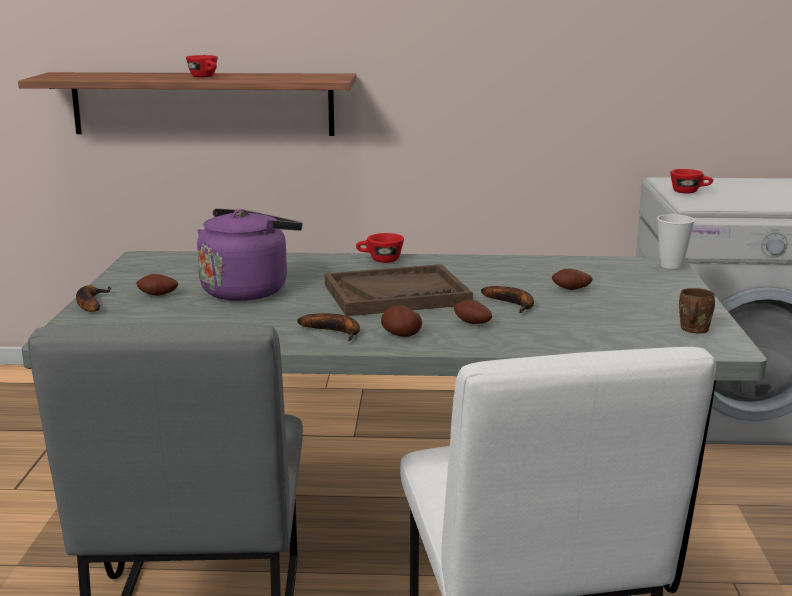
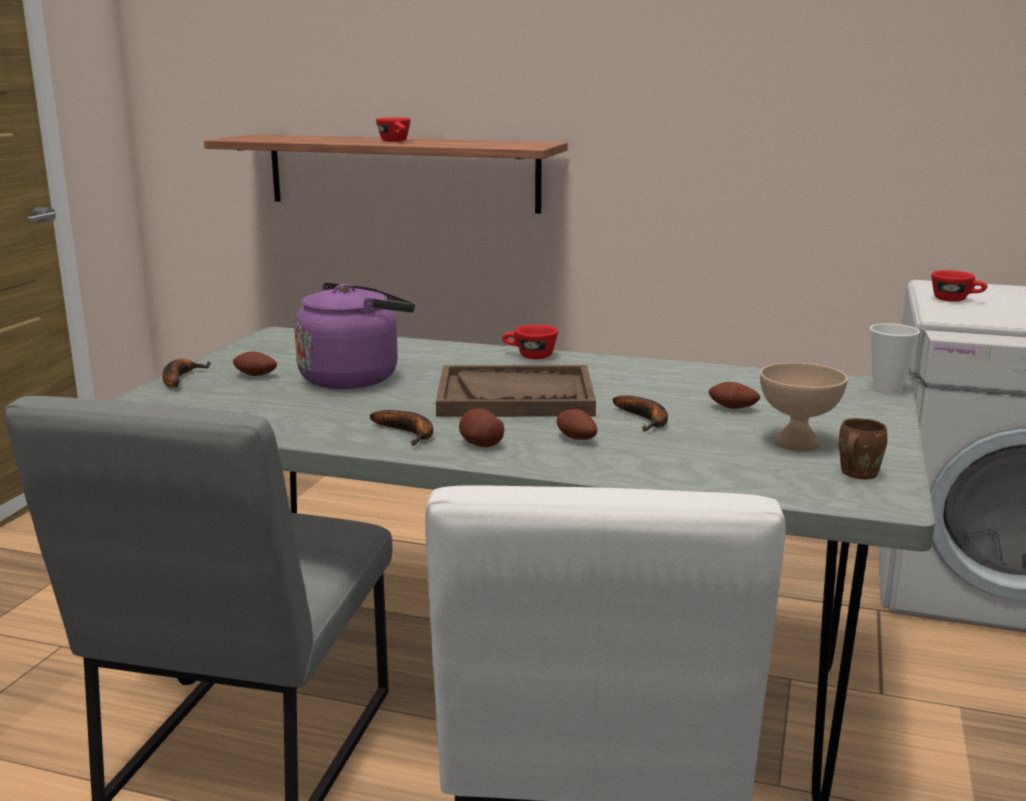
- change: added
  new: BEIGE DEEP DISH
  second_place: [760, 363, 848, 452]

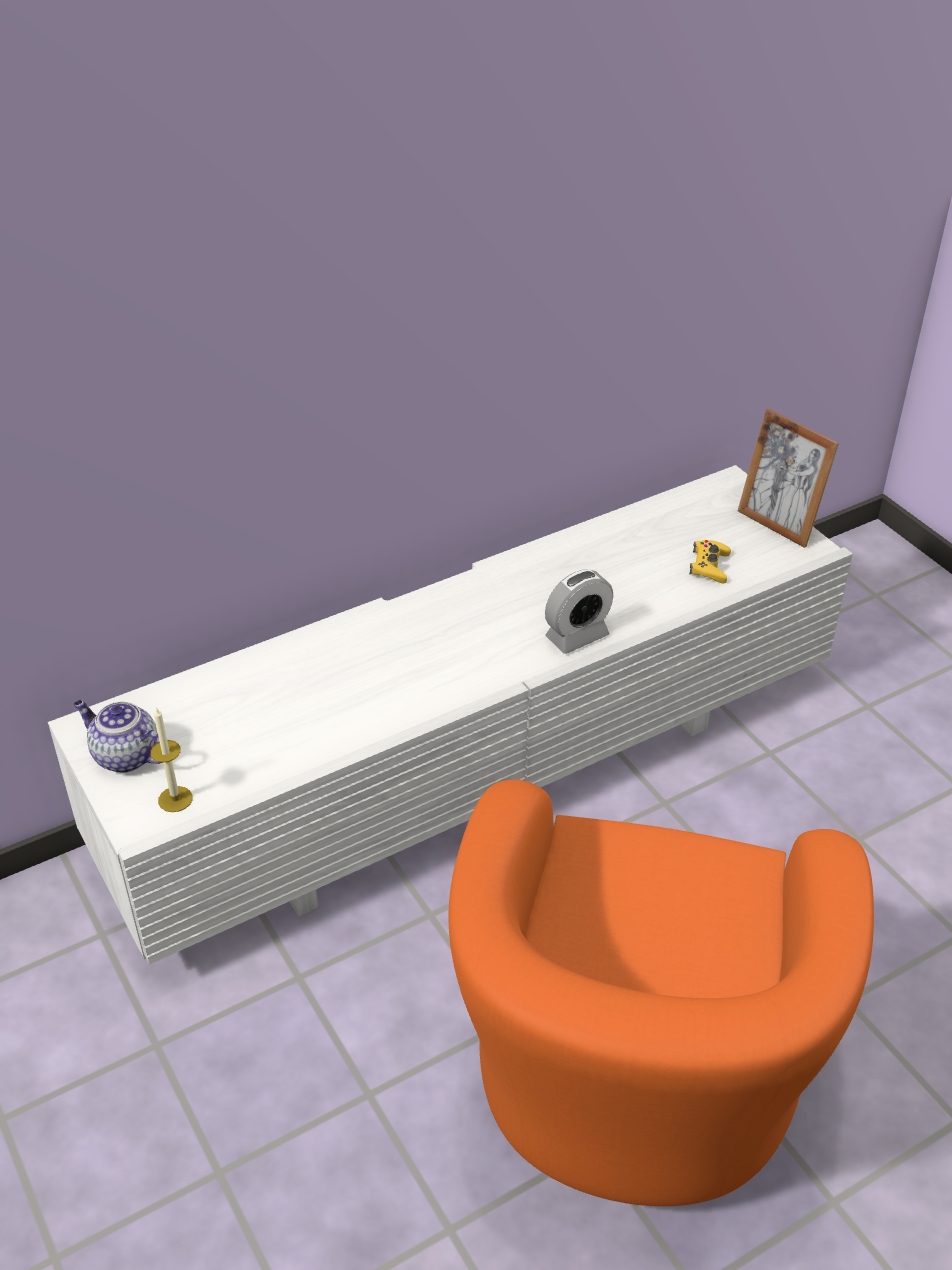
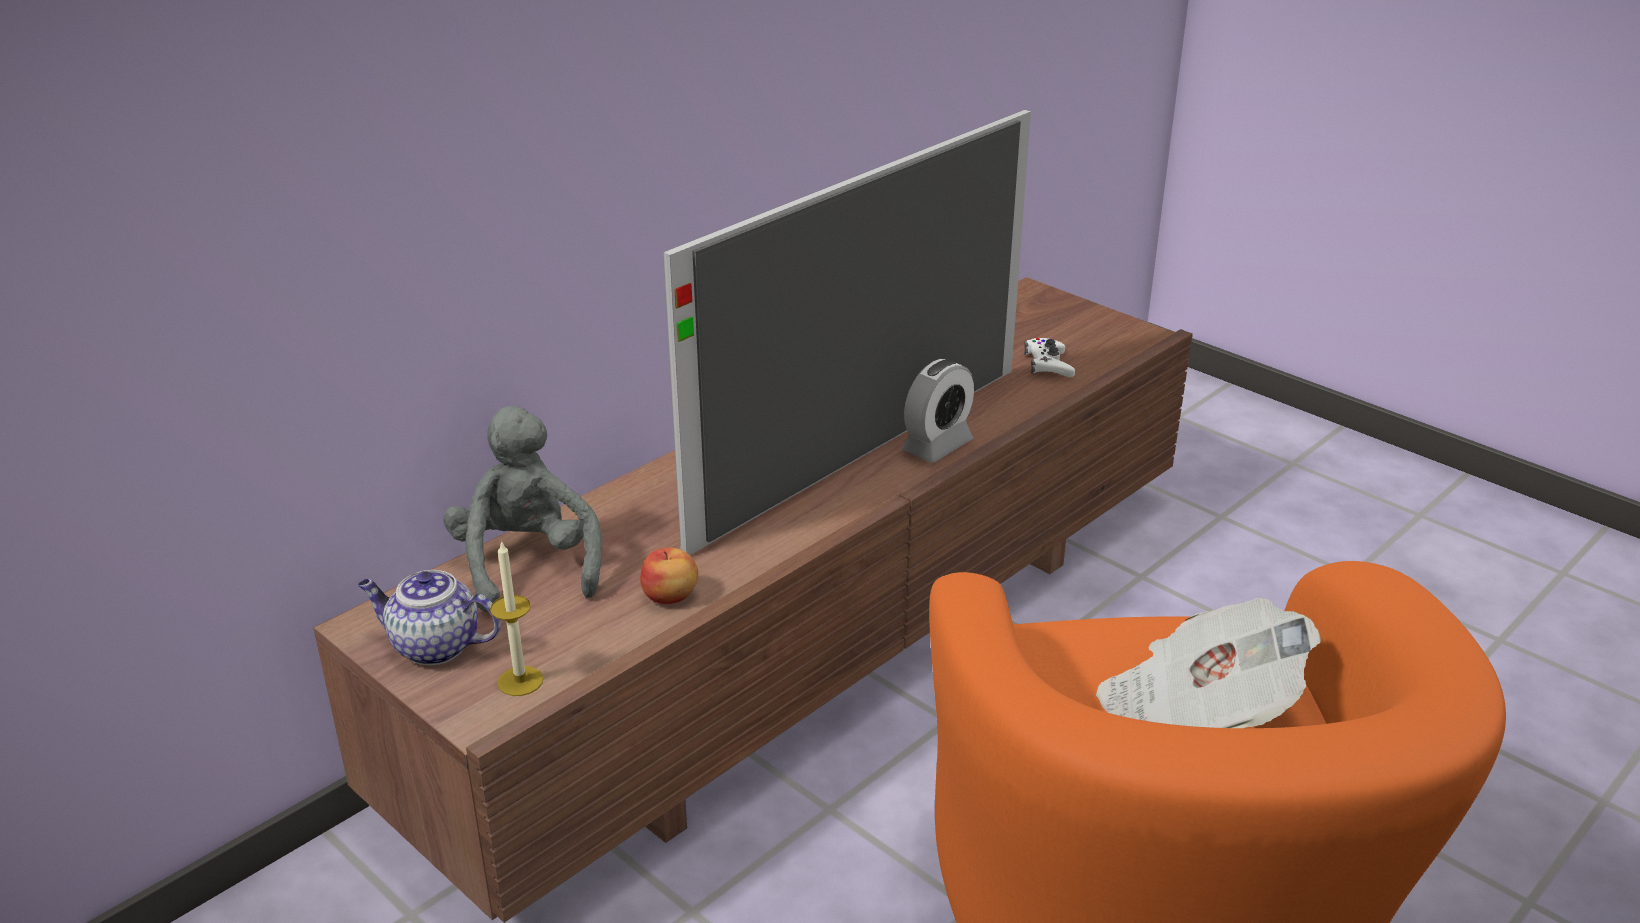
- change: removed
  old: STANDING FRAME
  first_place: [738, 408, 839, 548]
- change: recoloured
  old: WHITISH MEDIA CONSOLE
  new: BROWN-COLOURED MEDIA CONSOLE
  first_place: [48, 465, 853, 965]
  second_place: [313, 277, 1193, 923]
- change: recoloured
  old: YELLOW JOYPAD
  new: WHITISH JOYPAD
  first_place: [689, 540, 731, 583]
  second_place: [1024, 338, 1075, 377]
- change: added
  new: TV
  second_place: [663, 110, 1031, 555]
- change: added
  new: GREY SOFT TOY
  second_place: [443, 406, 602, 612]
- change: added
  new: APPLE
  second_place: [640, 548, 698, 604]
- change: added
  new: DAILY PAPER
  second_place: [1096, 598, 1321, 728]

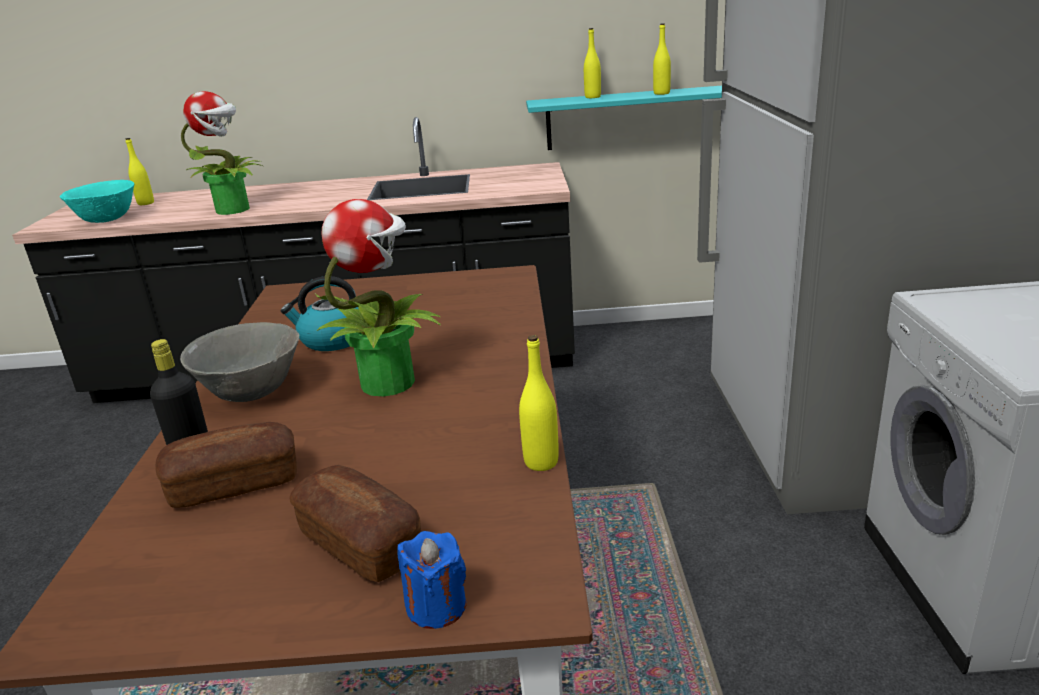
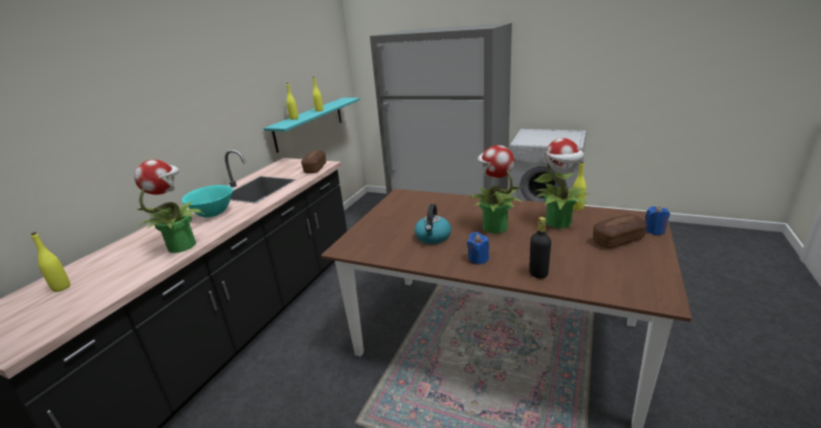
- change: moved
  old: TURQUOISE DEEP DISH
  first_place: [60, 180, 134, 223]
  second_place: [182, 185, 233, 218]
- change: replaced
  old: GREY DEEP DISH
  new: BLUISH WAX CANDLE
  first_place: [180, 322, 299, 402]
  second_place: [467, 232, 489, 265]
- change: moved
  old: BAKERY BREAD
  first_place: [155, 422, 297, 508]
  second_place: [301, 150, 326, 173]
- change: added
  new: POTTED PLANT
  second_place: [533, 138, 589, 228]

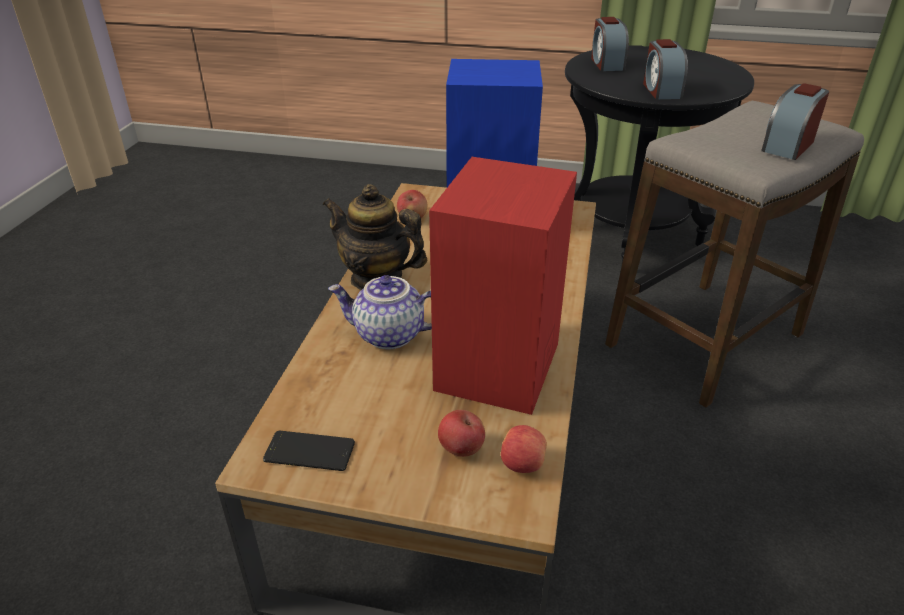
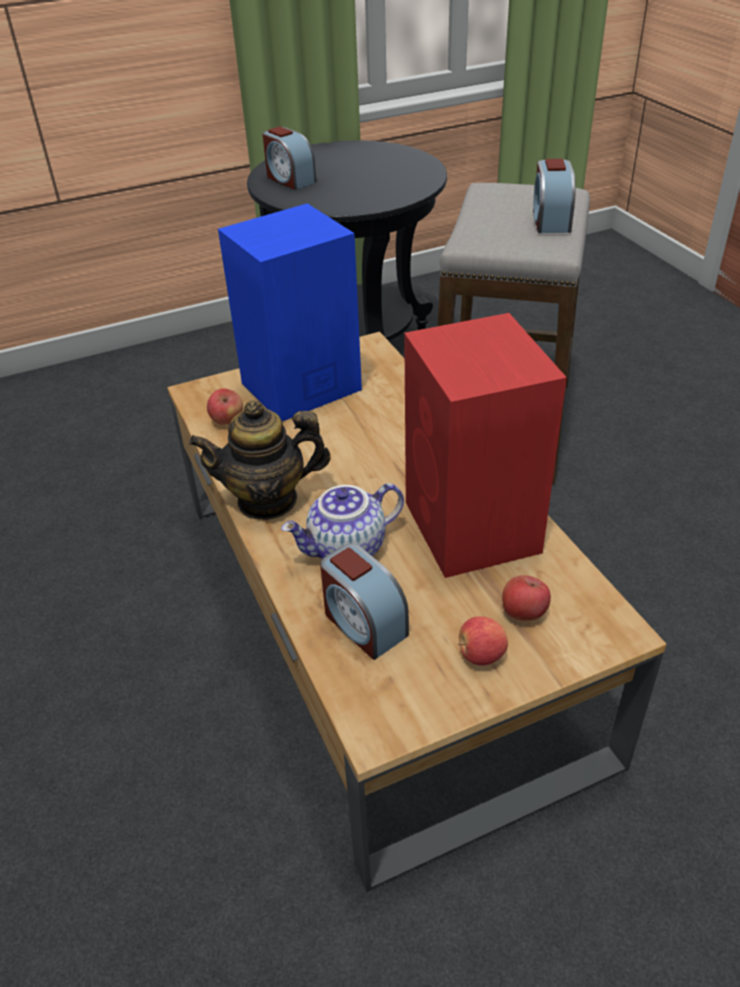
- change: moved
  old: TABLE CLOCK
  first_place: [643, 39, 688, 99]
  second_place: [320, 544, 409, 660]
- change: moved
  old: APPLE
  first_place: [501, 425, 547, 473]
  second_place: [458, 616, 508, 666]
- change: removed
  old: HANDSET
  first_place: [263, 431, 355, 471]

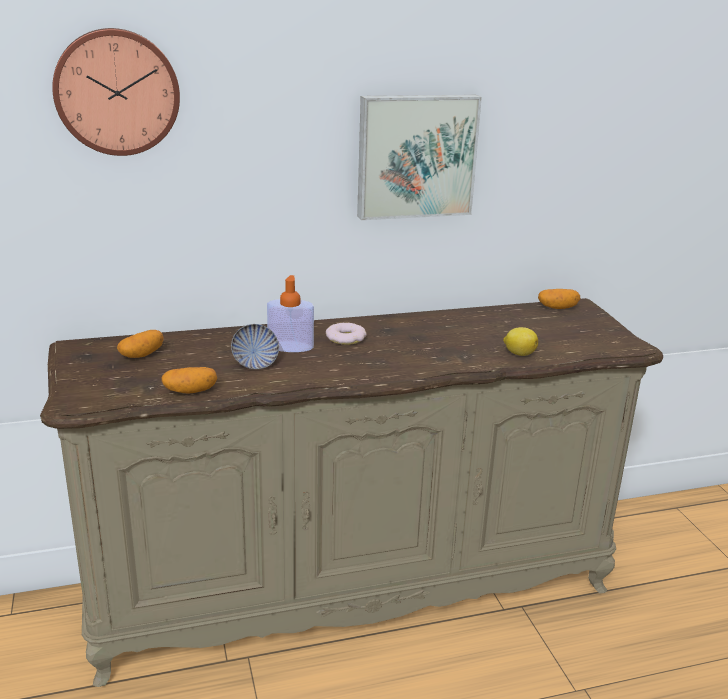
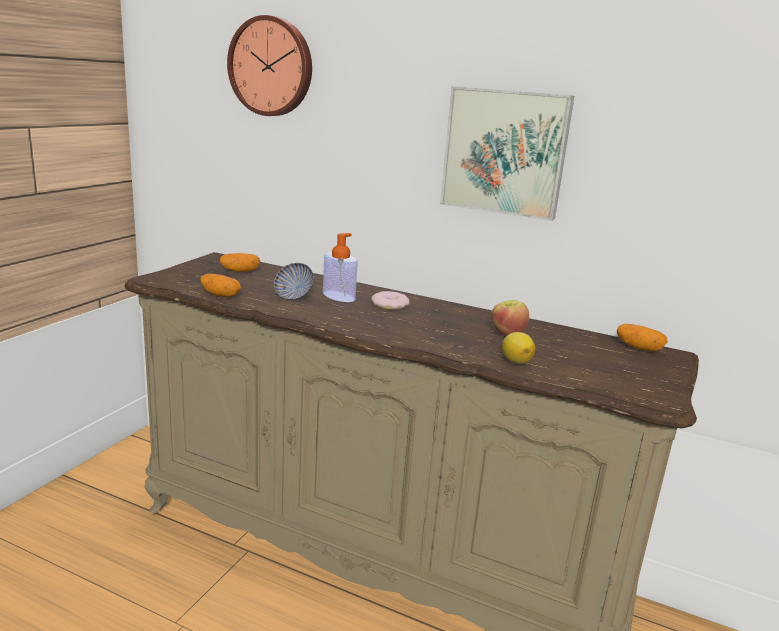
- change: added
  new: APPLE
  second_place: [492, 300, 529, 336]

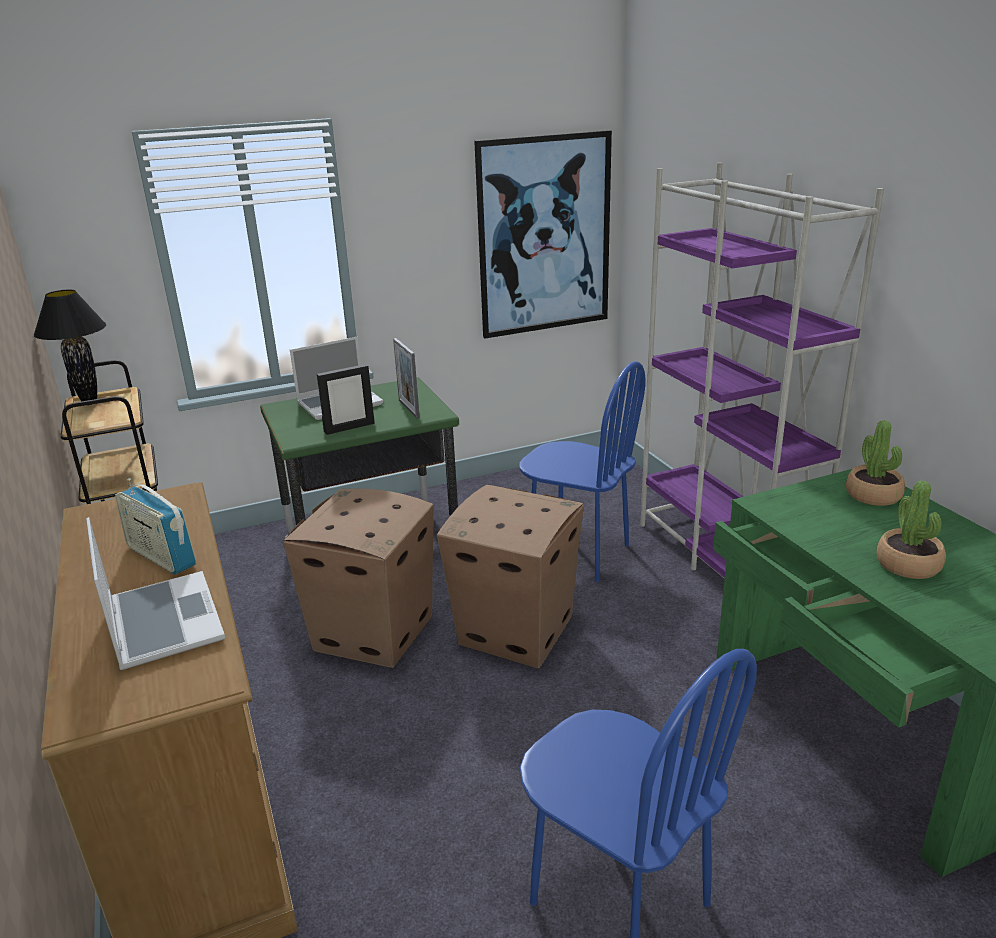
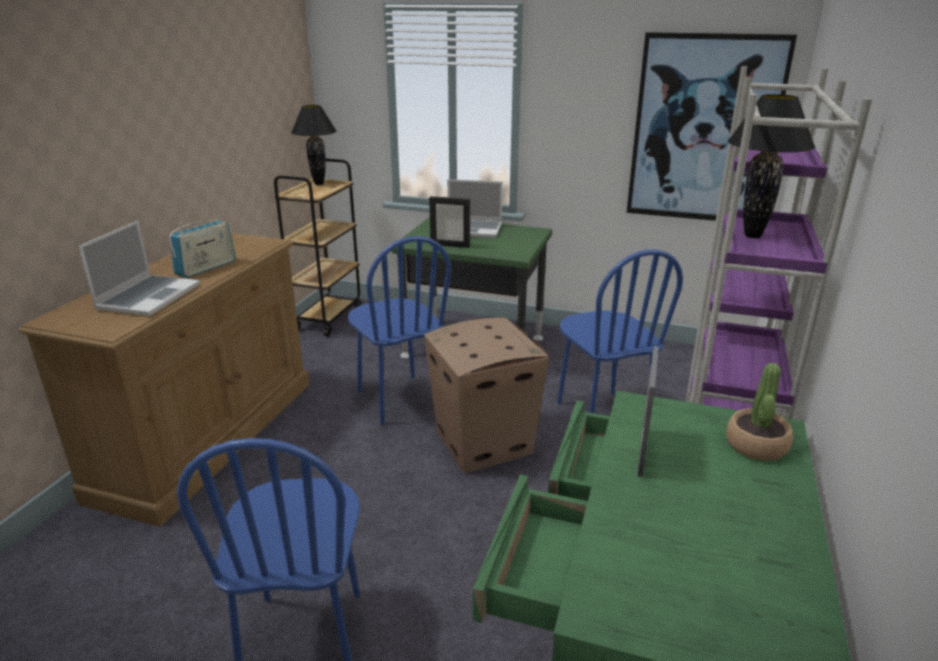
- change: moved
  old: STANDING FRAME
  first_place: [393, 338, 420, 419]
  second_place: [637, 346, 659, 477]
- change: turned
  old: RADIO
  first_place: [115, 478, 196, 575]
  second_place: [169, 220, 236, 278]
  degrees: -135
- change: removed
  old: POTTED PLANT
  first_place: [876, 481, 946, 579]
- change: replaced
  old: CARTON
  new: BLUISH CHAIR
  first_place: [283, 489, 434, 668]
  second_place: [348, 236, 451, 425]
- change: added
  new: BLACK-COLOURED LAMP FOR A TABLE
  second_place: [728, 94, 815, 238]

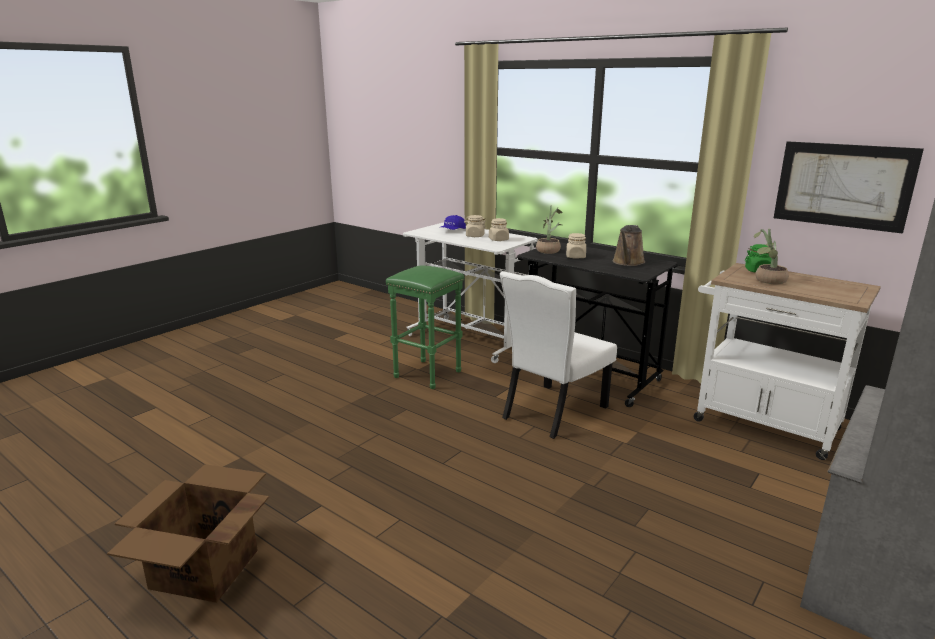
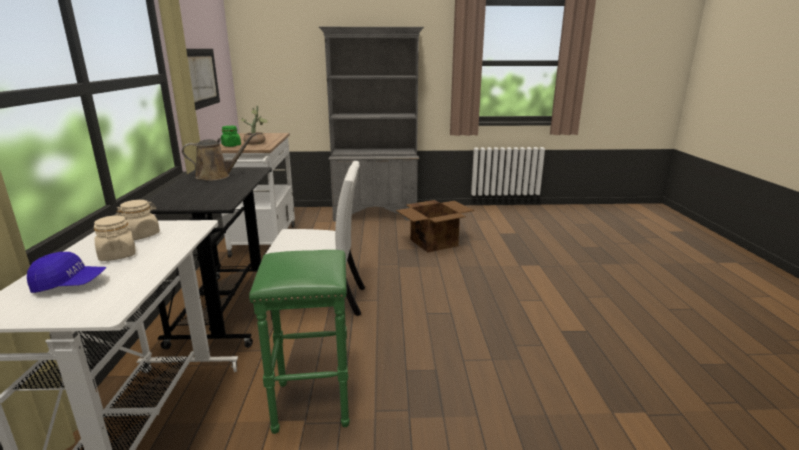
- change: removed
  old: POTTED PLANT
  first_place: [536, 206, 562, 254]
- change: removed
  old: BEIGE JAR
  first_place: [566, 233, 586, 259]
- change: moved
  old: CARTON
  first_place: [107, 464, 269, 603]
  second_place: [396, 200, 474, 252]

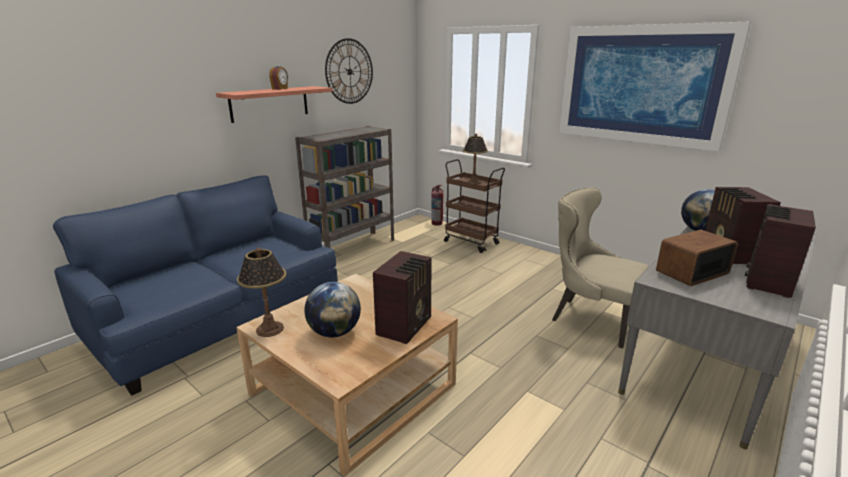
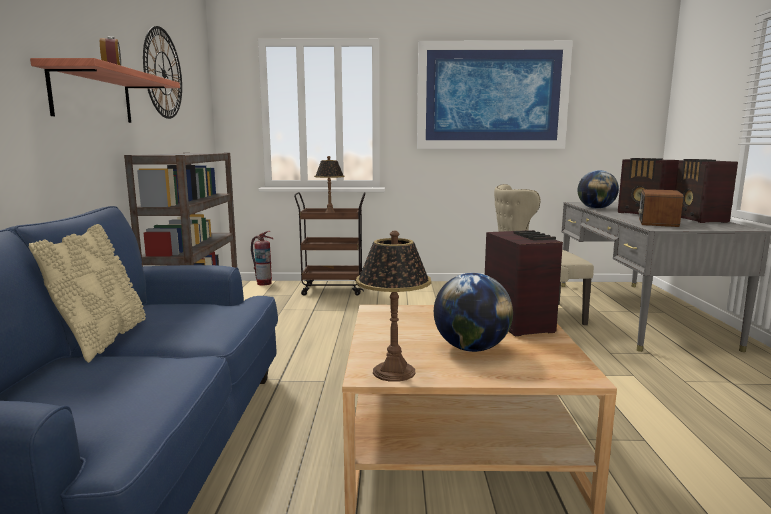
- change: added
  new: BEIGE PILLOW
  second_place: [29, 224, 146, 363]

